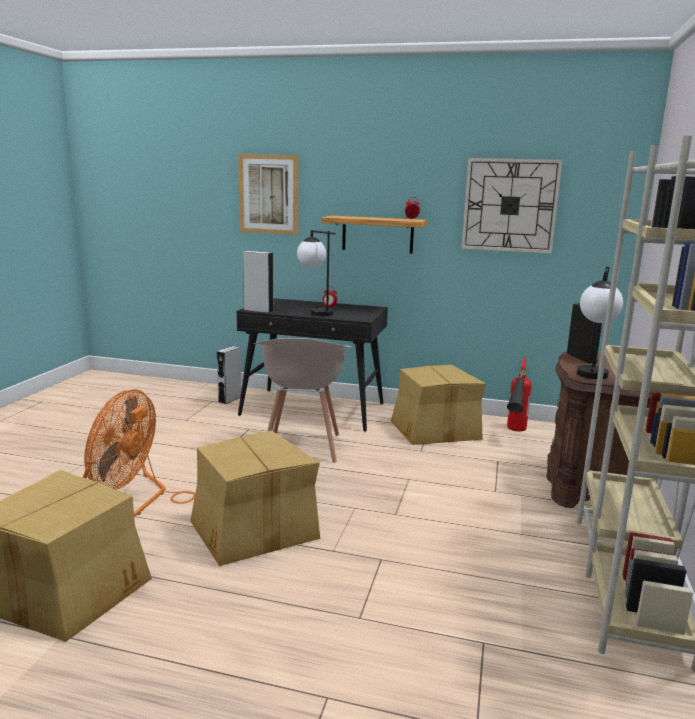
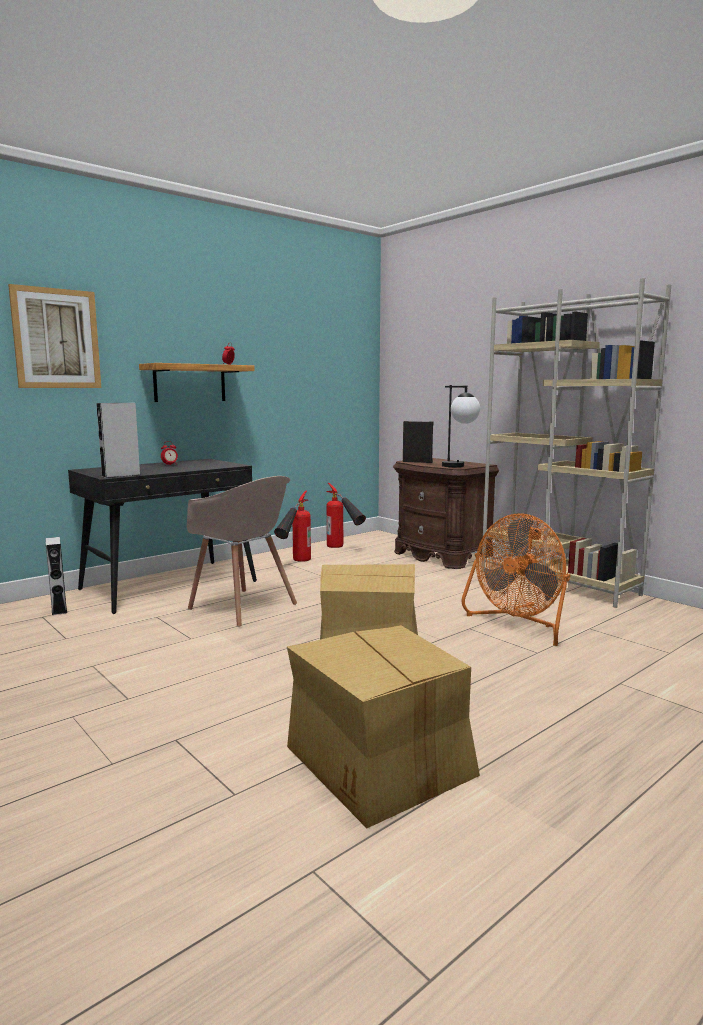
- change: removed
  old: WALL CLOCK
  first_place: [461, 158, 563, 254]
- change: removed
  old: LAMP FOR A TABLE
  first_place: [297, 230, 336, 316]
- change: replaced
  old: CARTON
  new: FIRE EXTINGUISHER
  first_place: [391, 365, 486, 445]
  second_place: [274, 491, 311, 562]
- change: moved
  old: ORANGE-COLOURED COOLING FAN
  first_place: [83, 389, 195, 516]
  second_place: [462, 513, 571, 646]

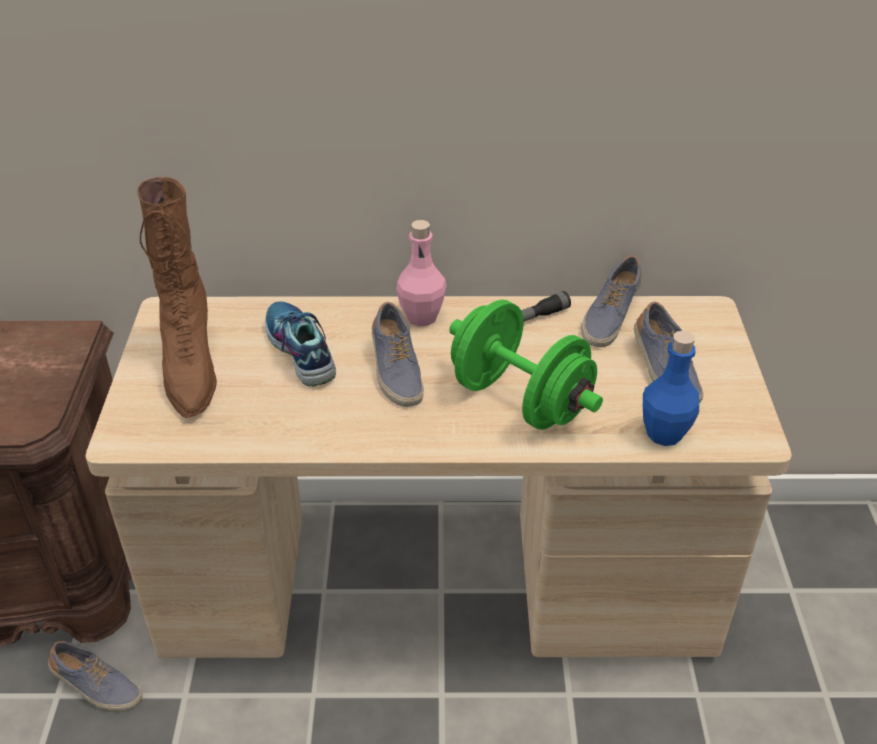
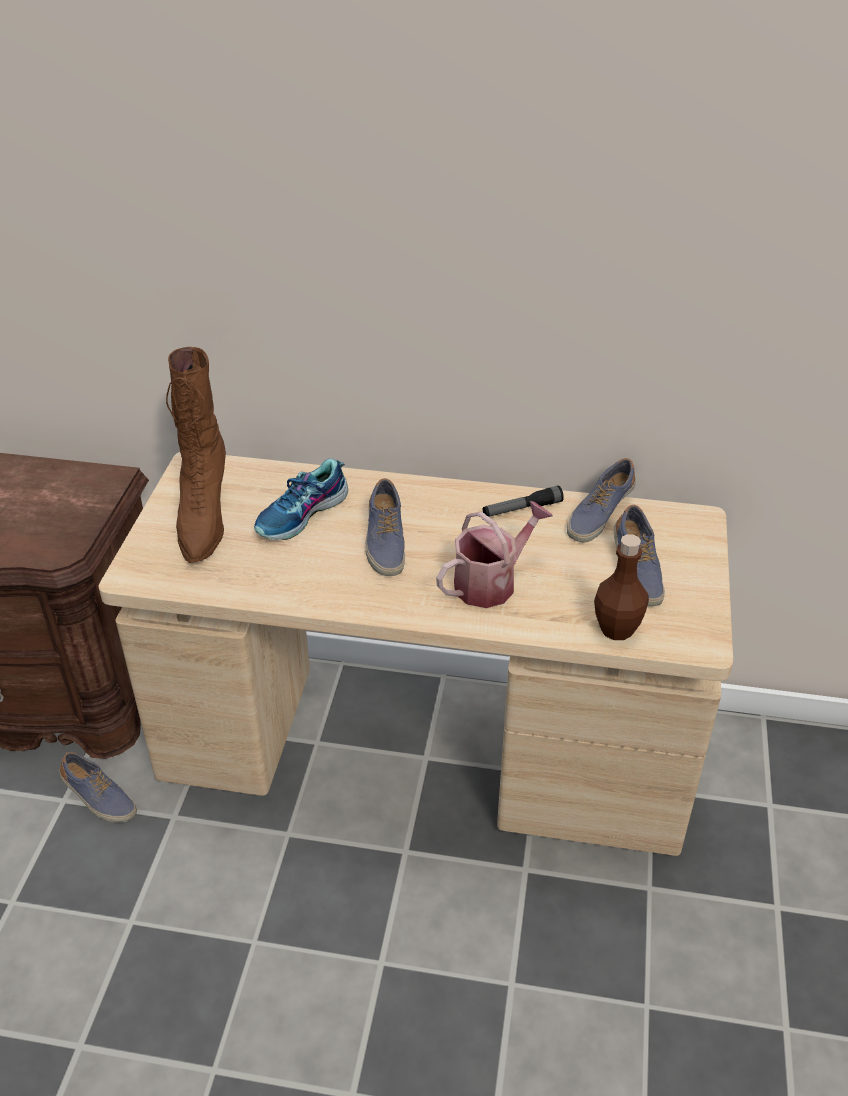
- change: removed
  old: PINK-COLOURED DRINK BOTTLE
  first_place: [396, 220, 447, 326]
- change: replaced
  old: GREENISH DUMBBELL
  new: WATERING CAN
  first_place: [449, 300, 603, 430]
  second_place: [436, 501, 553, 608]
- change: turned
  old: LOW SHOE
  first_place: [265, 301, 336, 386]
  second_place: [254, 459, 348, 540]
  degrees: -120
- change: recoloured
  old: BLUISH DRINK BOTTLE
  new: BROWN-COLOURED DRINK BOTTLE
  first_place: [643, 331, 699, 446]
  second_place: [594, 534, 649, 640]

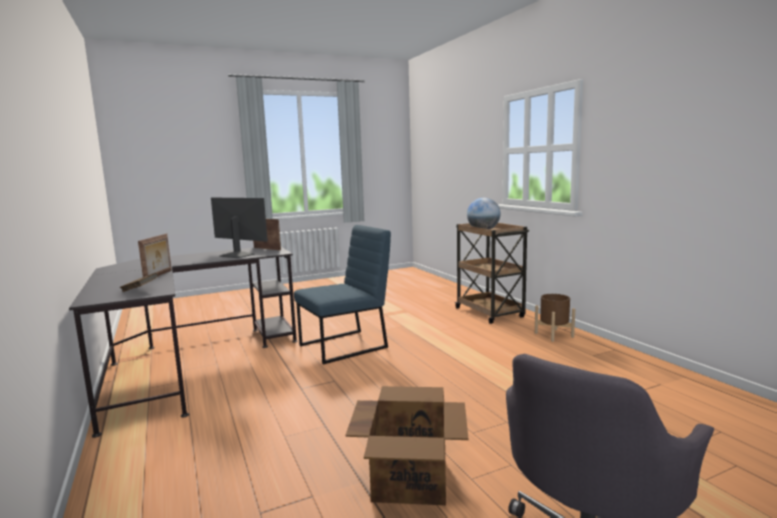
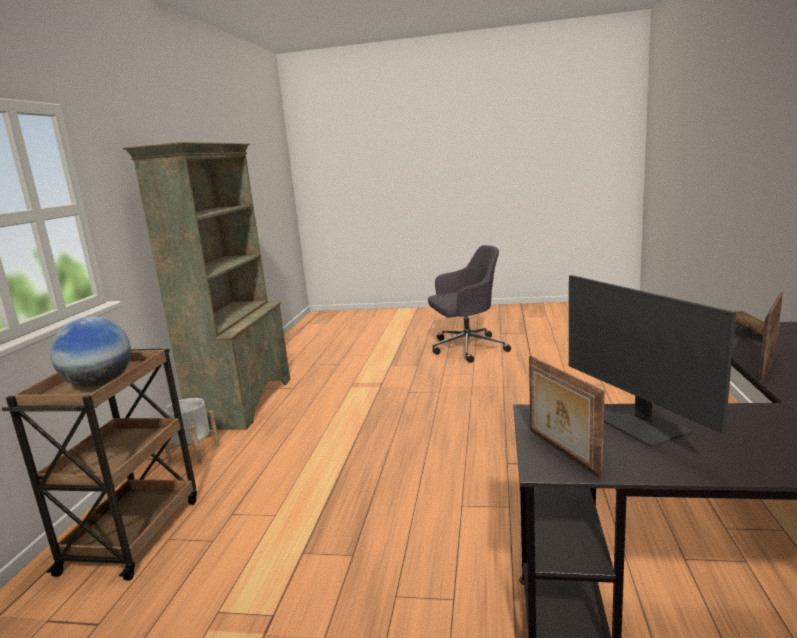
- change: removed
  old: BLUISH CHAIR
  first_place: [294, 225, 391, 364]
- change: recoloured
  old: BROWN-COLOURED FLOWER POT
  new: WHITISH FLOWER POT
  first_place: [535, 294, 575, 342]
  second_place: [165, 398, 220, 465]
- change: removed
  old: CARTON
  first_place: [346, 386, 468, 505]
- change: added
  new: GREENISH BOOKCASE
  second_place: [123, 142, 290, 430]

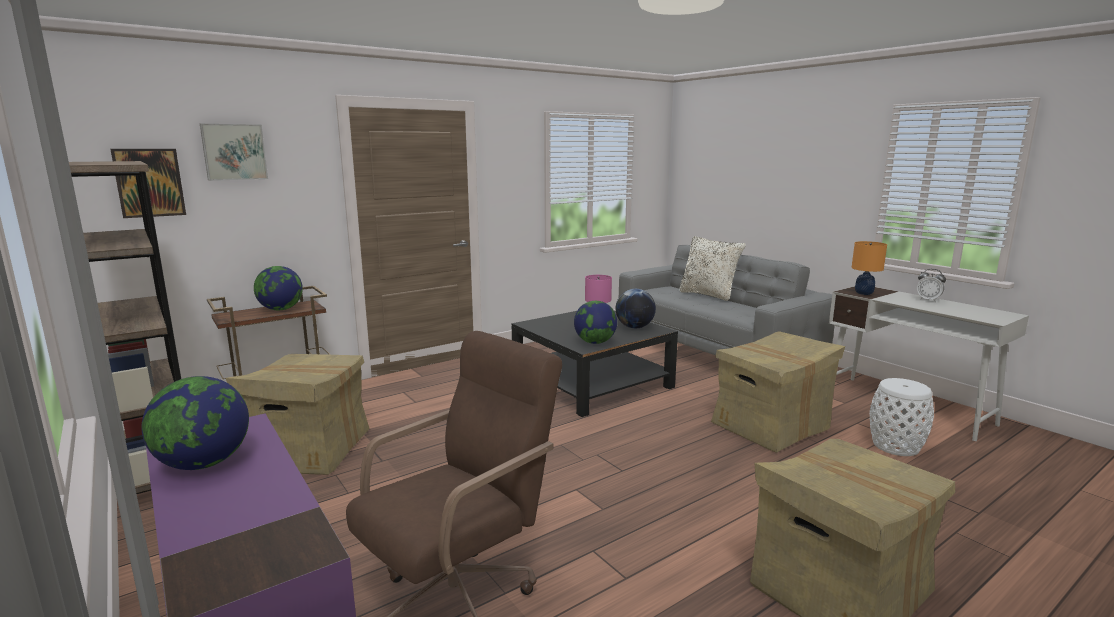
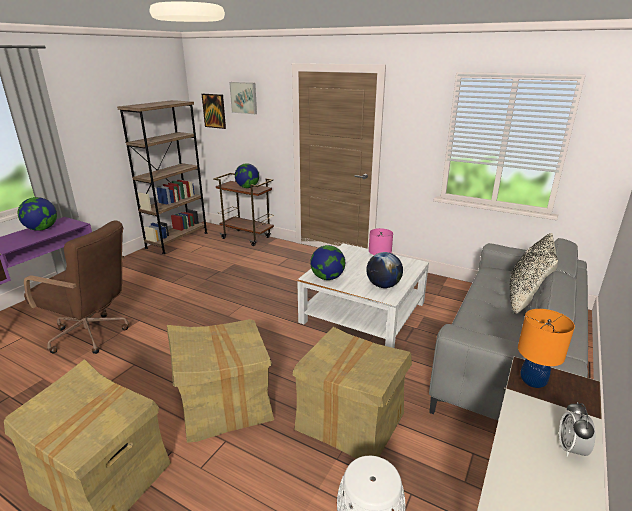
- change: recoloured
  old: BLACK-COLOURED LOW TABLE
  new: WHITISH LOW TABLE
  first_place: [512, 311, 678, 417]
  second_place: [297, 243, 429, 348]
- change: moved
  old: CARTON
  first_place: [226, 354, 370, 475]
  second_place: [167, 319, 274, 443]

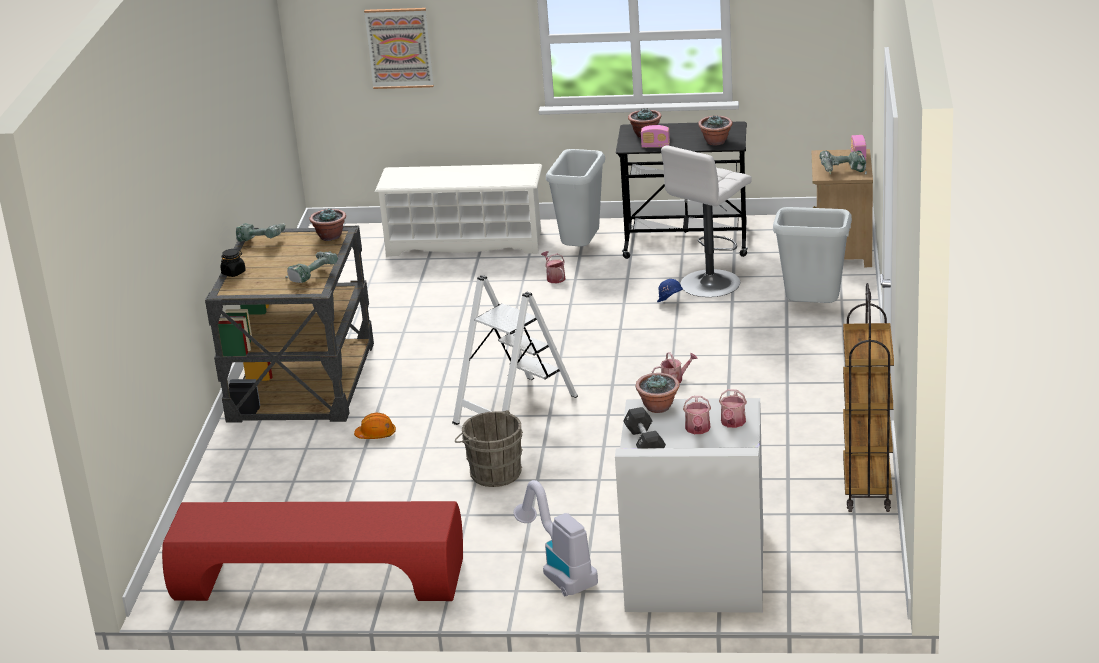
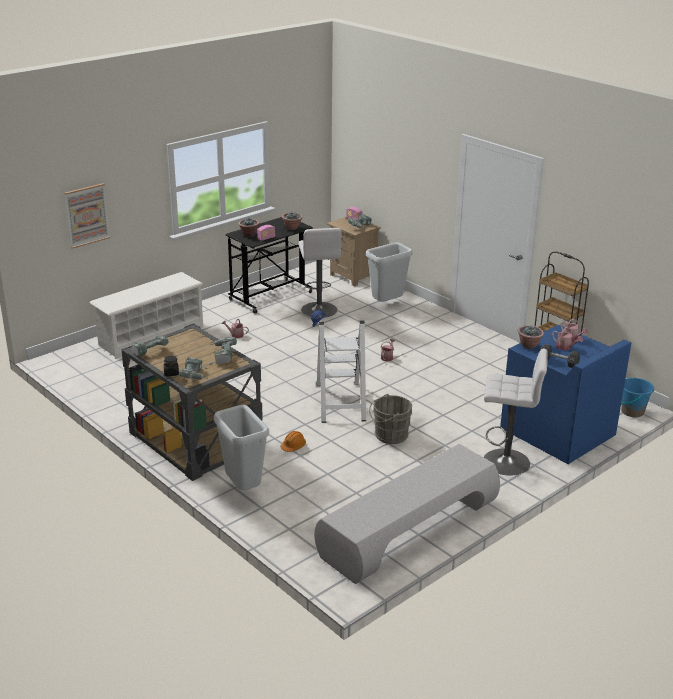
- change: moved
  old: GREY TRASH CAN
  first_place: [546, 149, 605, 246]
  second_place: [214, 405, 269, 490]
- change: removed
  old: POTTED PLANT
  first_place: [310, 208, 346, 241]
- change: recoloured
  old: WHITISH WASHING MACHINE
  new: BLUISH WASHING MACHINE
  first_place: [615, 398, 763, 612]
  second_place: [500, 325, 632, 464]
- change: replaced
  old: HOOVER
  new: WHITISH STOOL
  first_place: [514, 480, 598, 597]
  second_place: [484, 349, 548, 476]
- change: recoloured
  old: RED-COLOURED BENCH
  new: GREY BENCH
  first_place: [162, 501, 463, 601]
  second_place: [314, 444, 500, 584]
- change: added
  new: POWER DRILL
  second_place: [180, 357, 209, 380]
- change: added
  new: BLUISH BUCKET
  second_place: [621, 377, 654, 417]

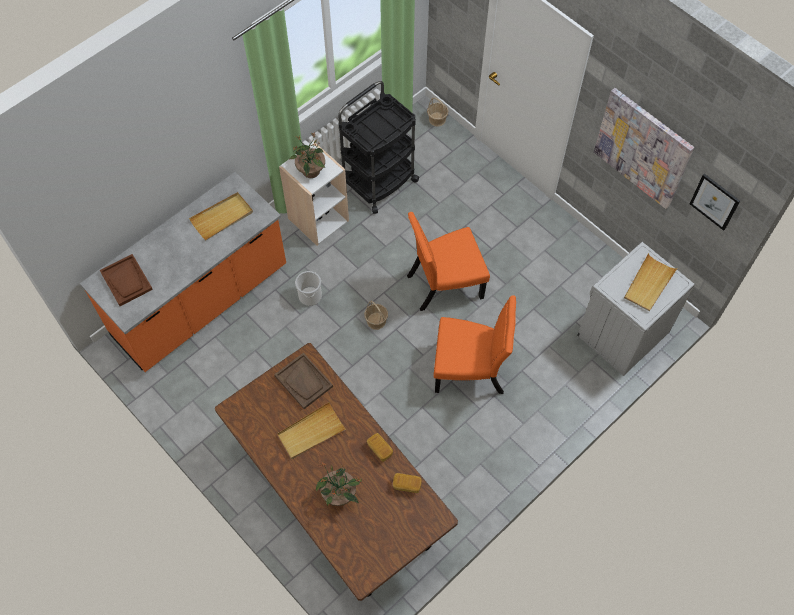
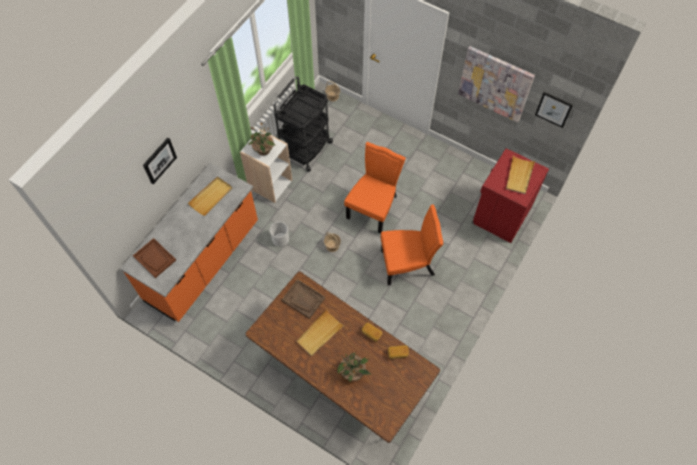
- change: turned
  old: ORANGE-COLOURED CHAIR
  first_place: [407, 212, 490, 311]
  second_place: [344, 142, 406, 234]
  degrees: 150
- change: recoloured
  old: WHITISH WASHING MACHINE
  new: RED-COLOURED WASHING MACHINE
  first_place: [577, 242, 695, 376]
  second_place: [472, 148, 549, 243]
- change: added
  new: PICTURE
  second_place: [143, 138, 177, 184]

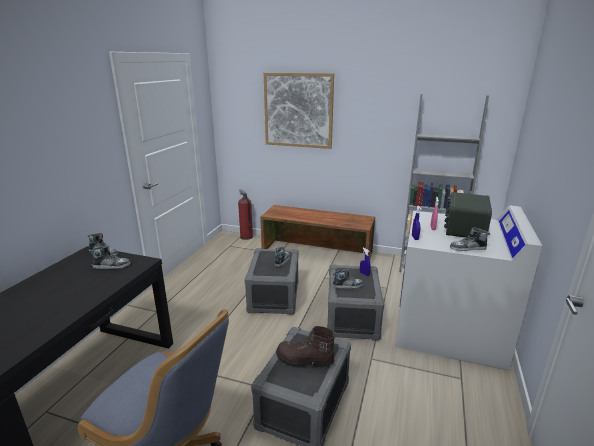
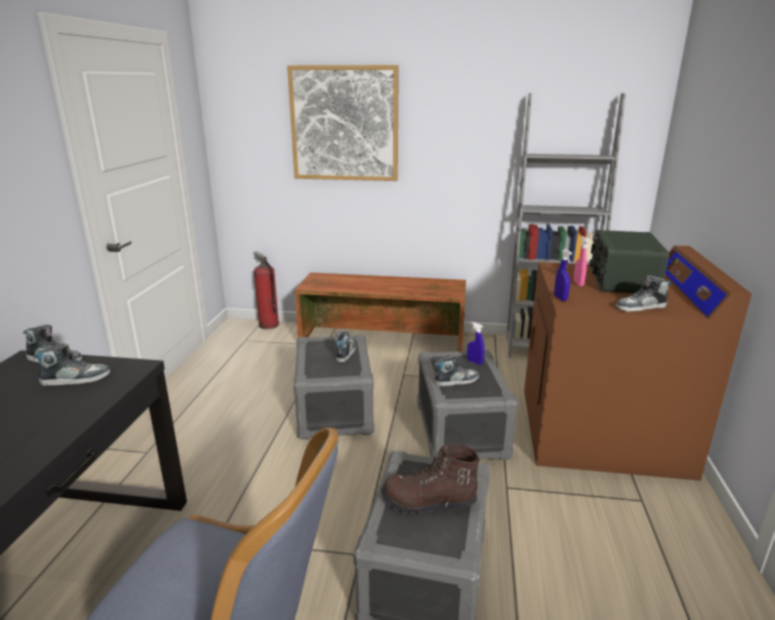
- change: recoloured
  old: WHITISH WASHING MACHINE
  new: BROWN-COLOURED WASHING MACHINE
  first_place: [395, 205, 542, 370]
  second_place: [524, 246, 752, 481]

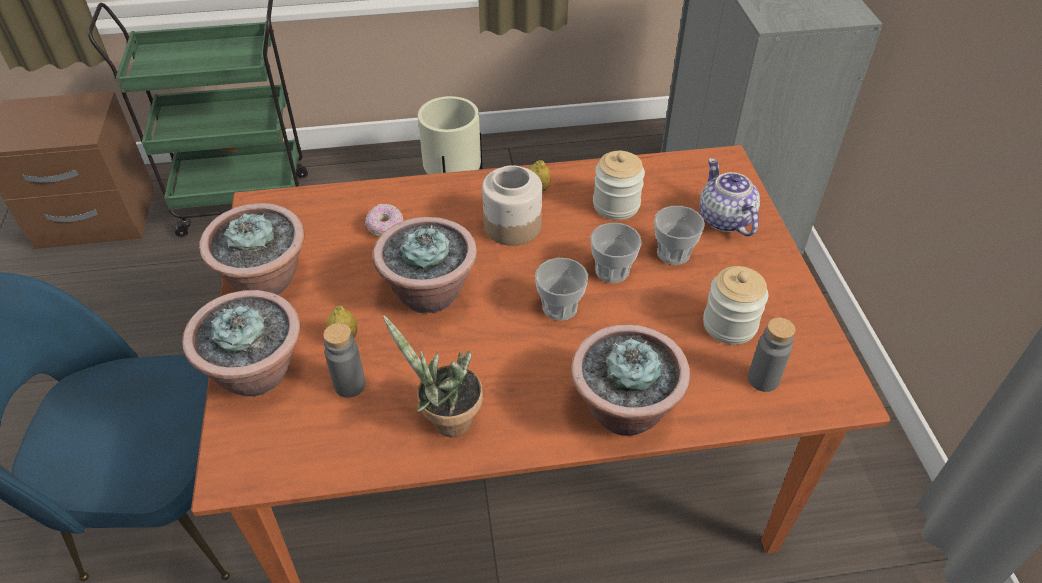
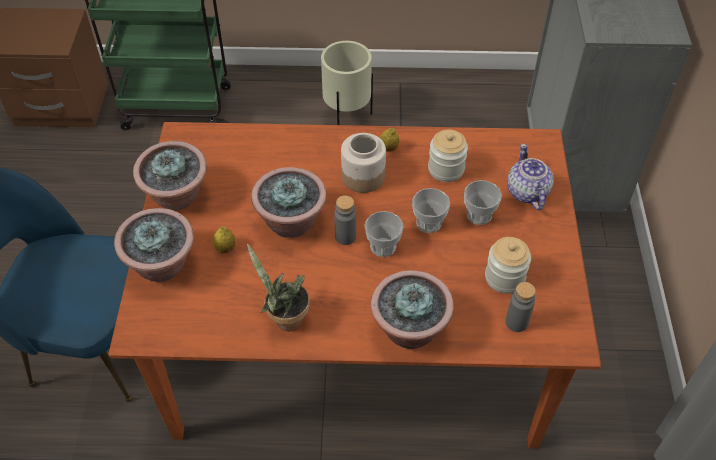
- change: removed
  old: RING DOUGHNUT
  first_place: [365, 204, 403, 237]
- change: moved
  old: GREY DRINK BOTTLE
  first_place: [323, 323, 366, 398]
  second_place: [334, 195, 356, 245]

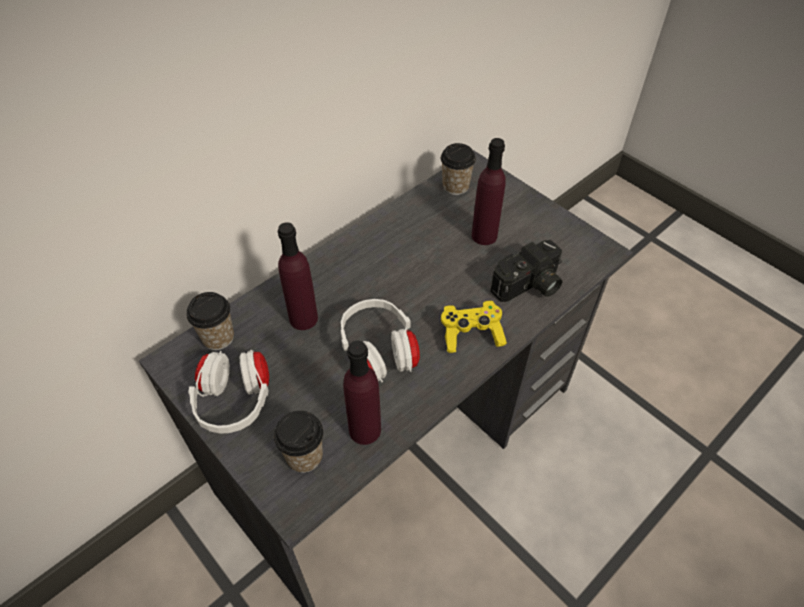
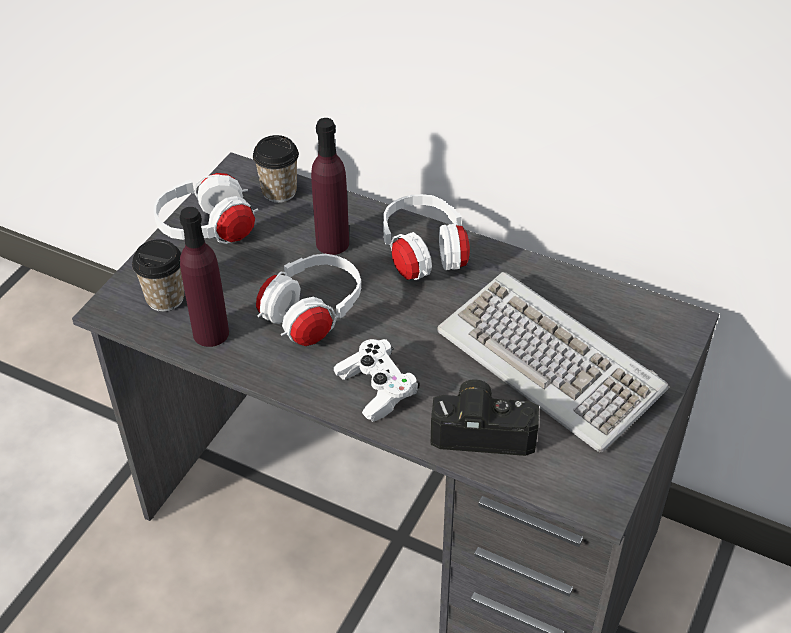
- change: replaced
  old: PURPLE-COLOURED DRINK BOTTLE
  new: COMPUTER KEYBOARD
  first_place: [472, 138, 506, 245]
  second_place: [437, 272, 669, 452]
- change: removed
  old: SMALL CUP
  first_place: [441, 143, 476, 195]
- change: turned
  old: PHOTO CAMERA
  first_place: [490, 240, 562, 302]
  second_place: [430, 379, 539, 456]
  degrees: 150
- change: recoloured
  old: YELLOW JOYPAD
  new: WHITISH JOYPAD
  first_place: [441, 301, 507, 353]
  second_place: [334, 339, 420, 422]
- change: added
  new: WHITISH PAIR OF HEADPHONES
  second_place: [383, 194, 470, 280]

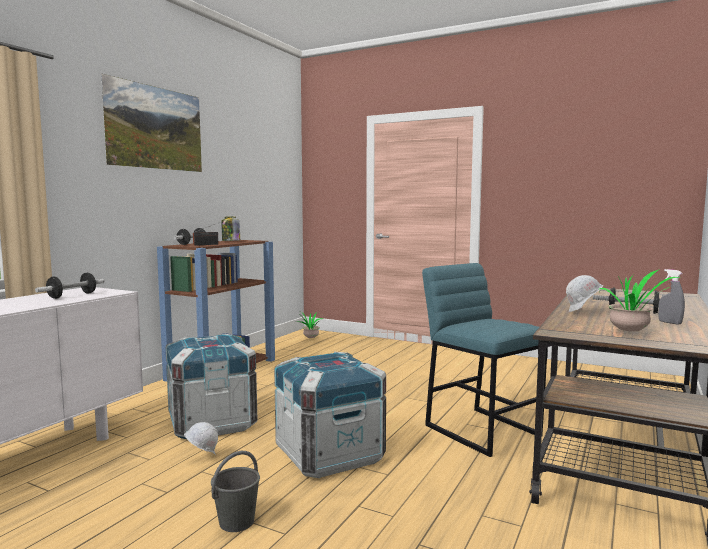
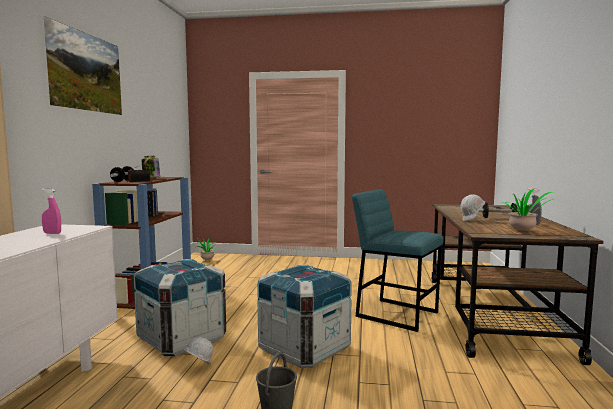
- change: replaced
  old: DUMBBELL
  new: PINK-COLOURED HAND SPRAYER
  first_place: [35, 273, 104, 299]
  second_place: [42, 189, 61, 234]

